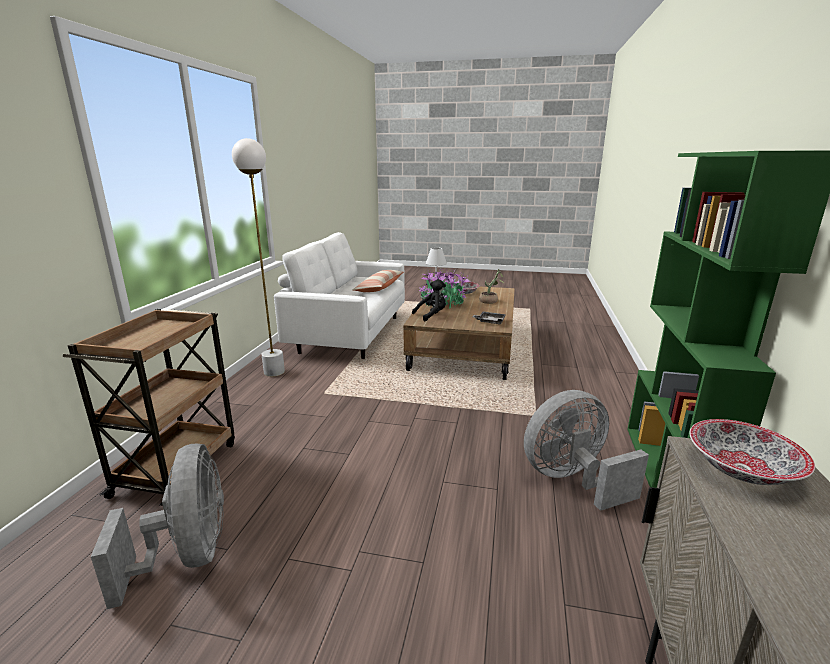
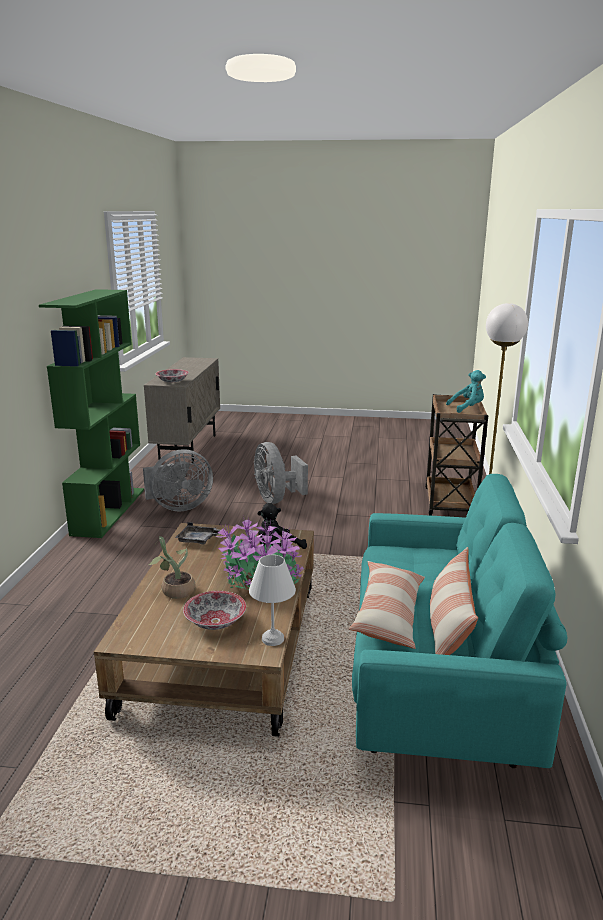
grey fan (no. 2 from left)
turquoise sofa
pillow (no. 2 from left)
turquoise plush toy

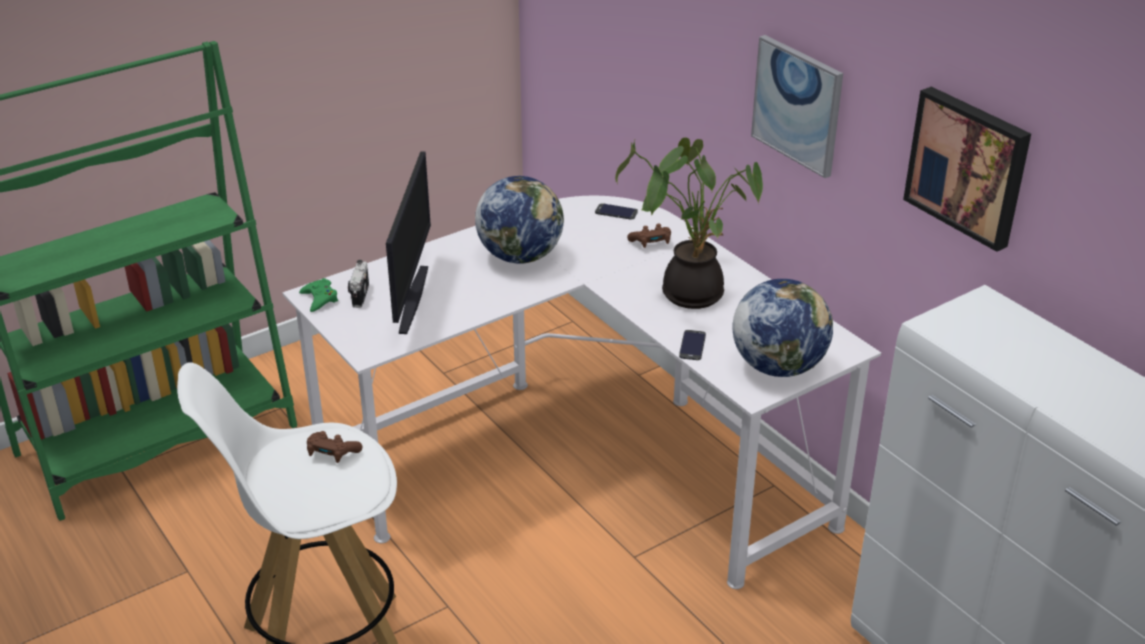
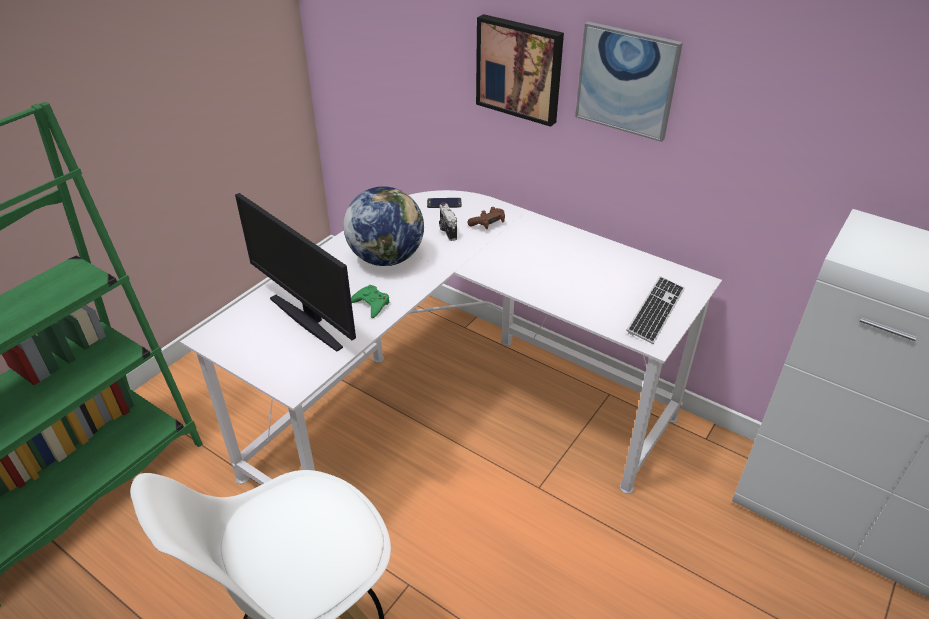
monitor
green game controller
photo camera
picture (no. 1 from left)
keyboard
brown game controller (no. 1 from left in the first image)
potted plant
phone (no. 2 from left in the first image)

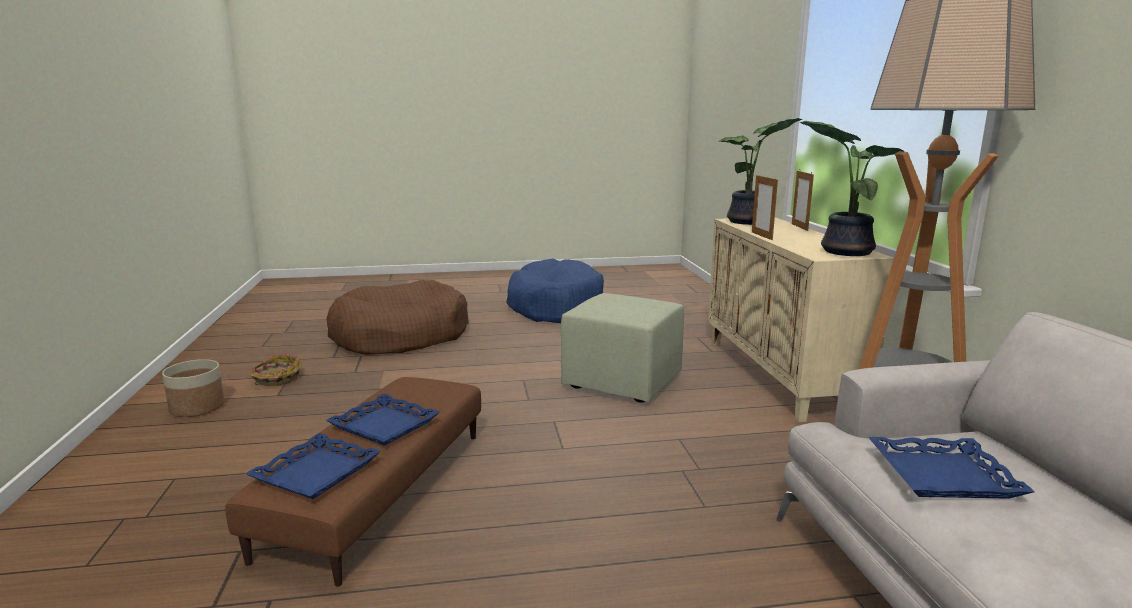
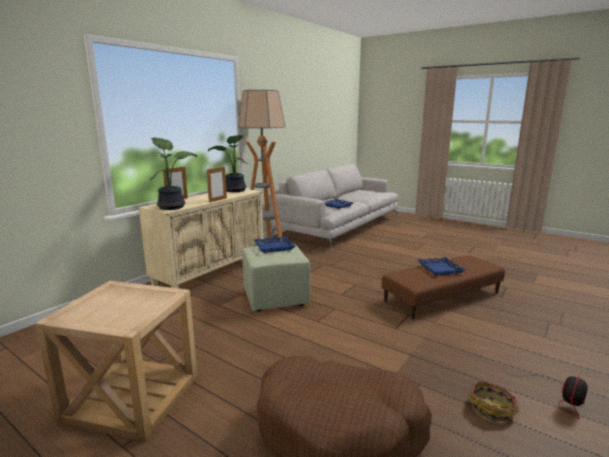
beige side table
blue tray (no. 1 from left)
fan

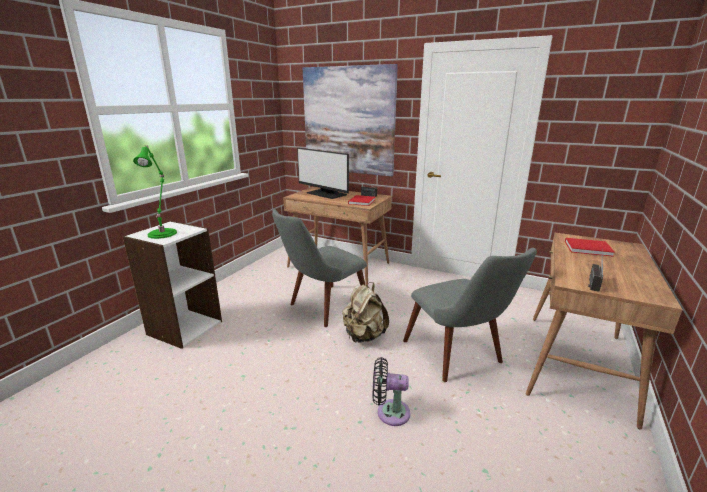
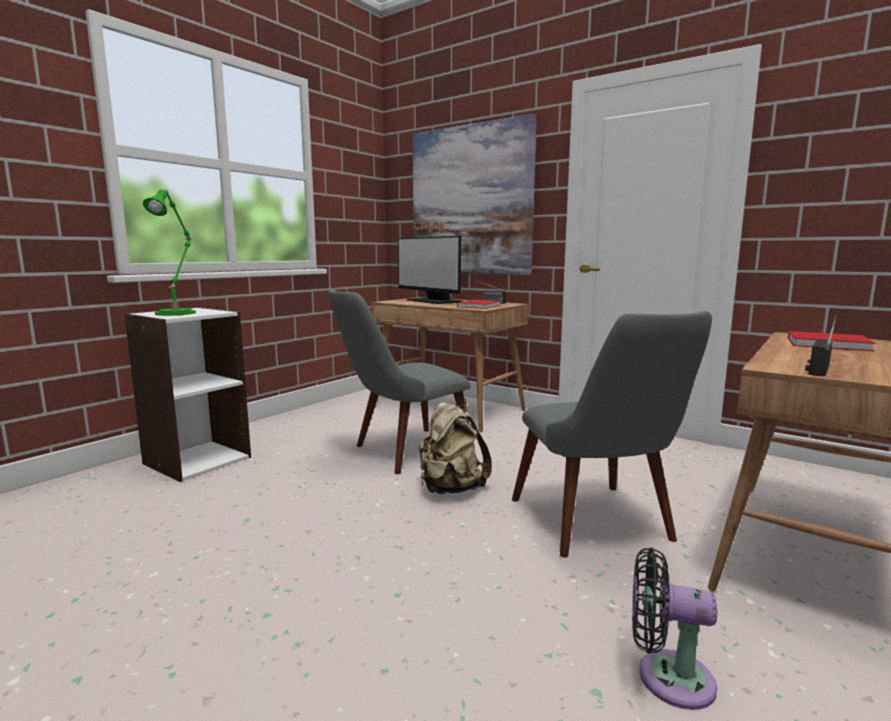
black fan

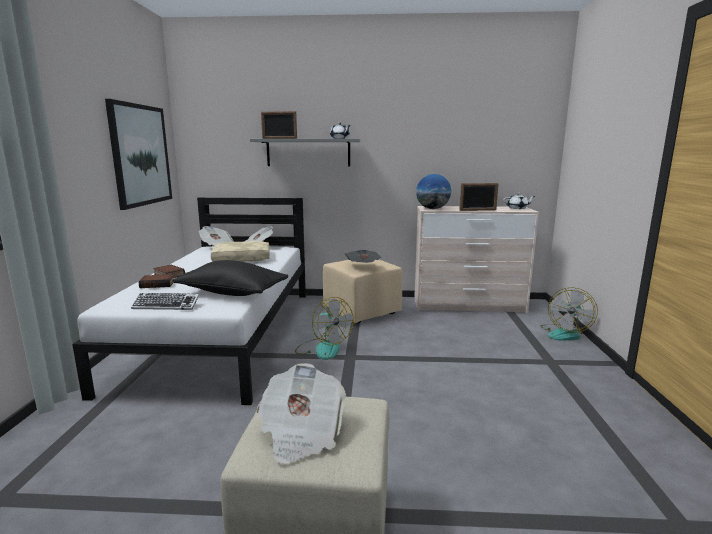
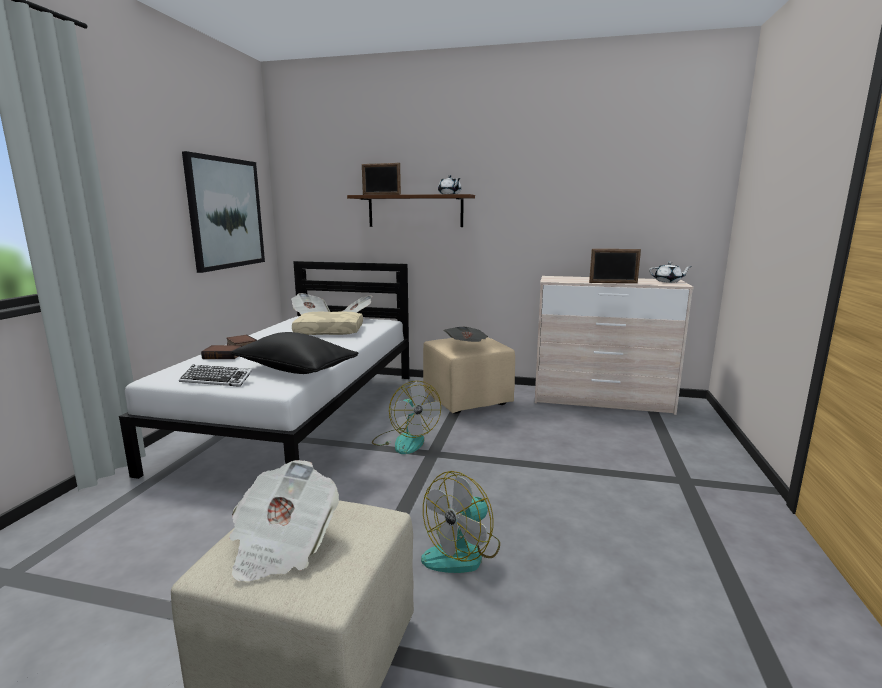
brown shelf
fan (no. 2 from left)
globe

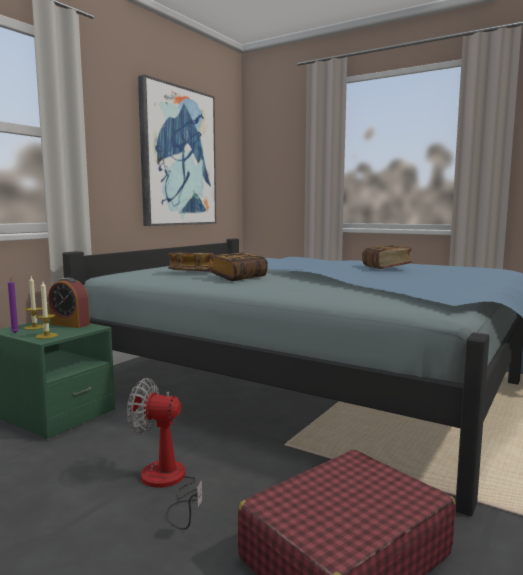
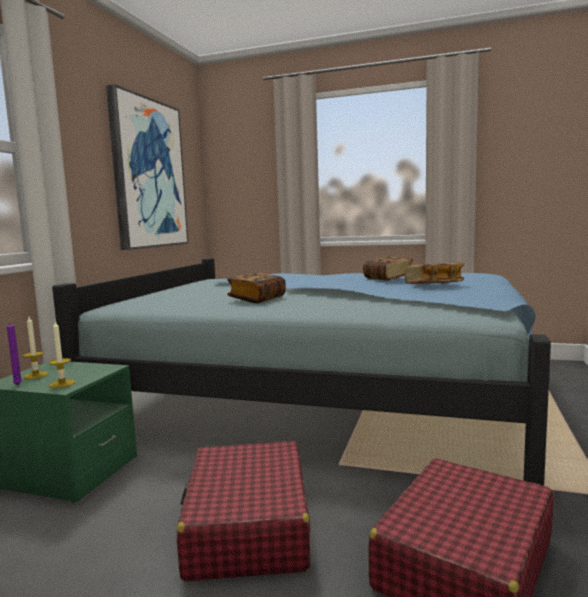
red suitcase (no. 1 from left)
book (no. 3 from left)
alarm clock

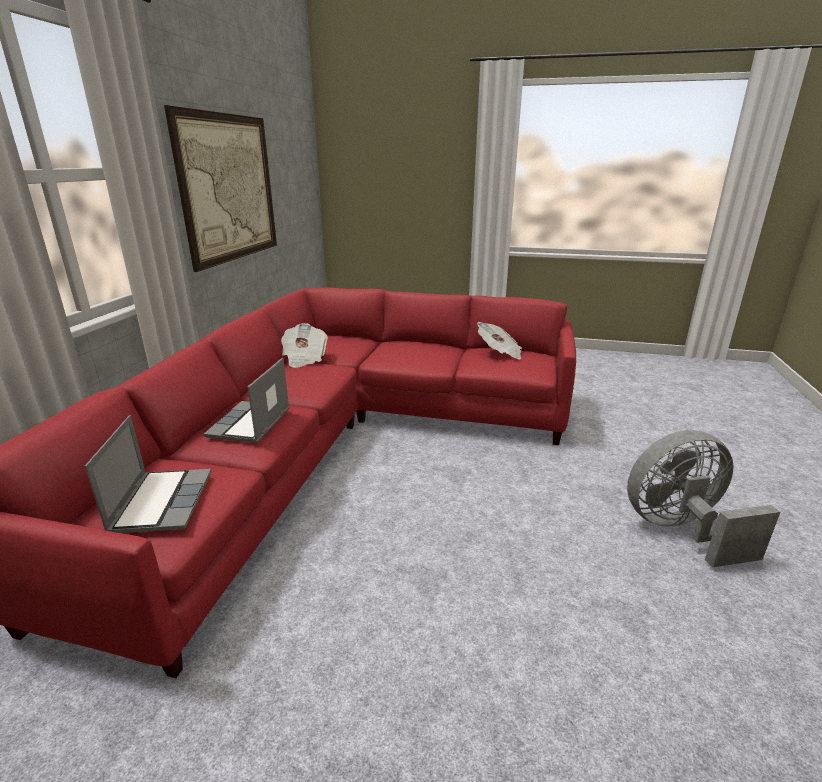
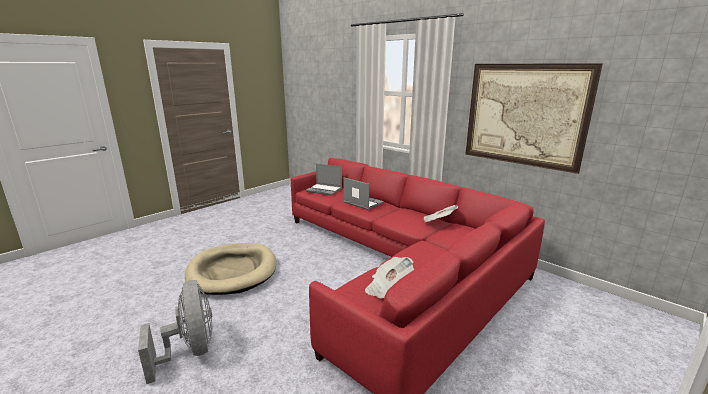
grey fan
beige dog bed

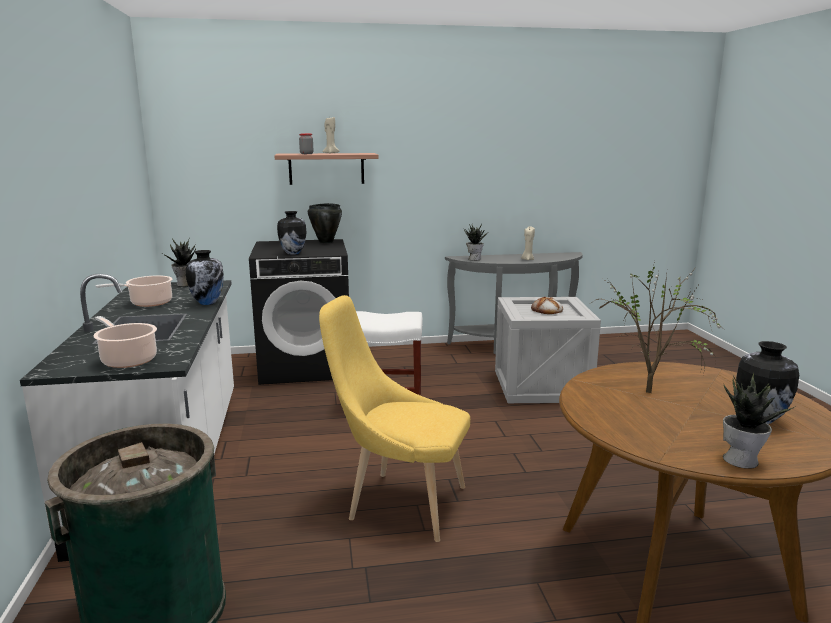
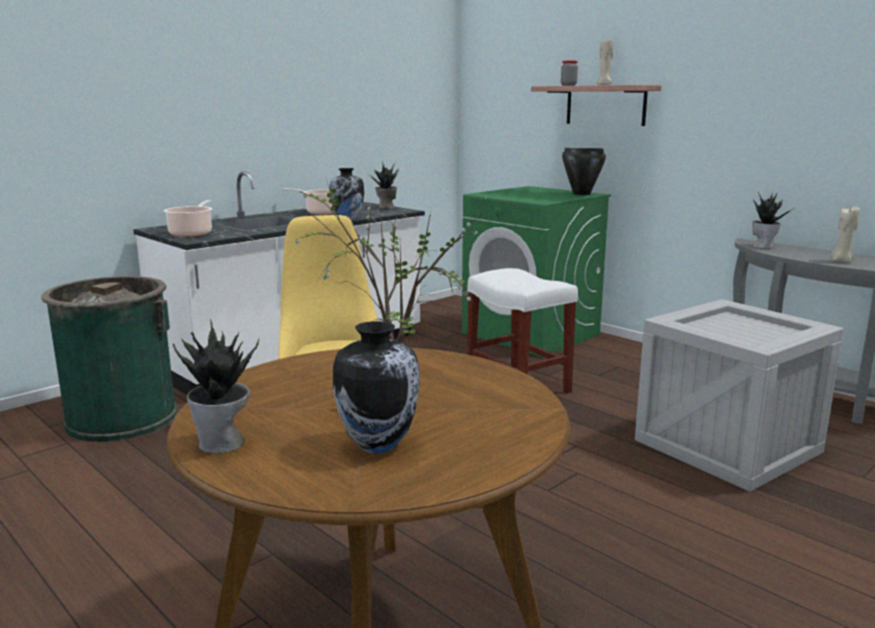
green washing machine
vase (no. 2 from left in the first image)
bread

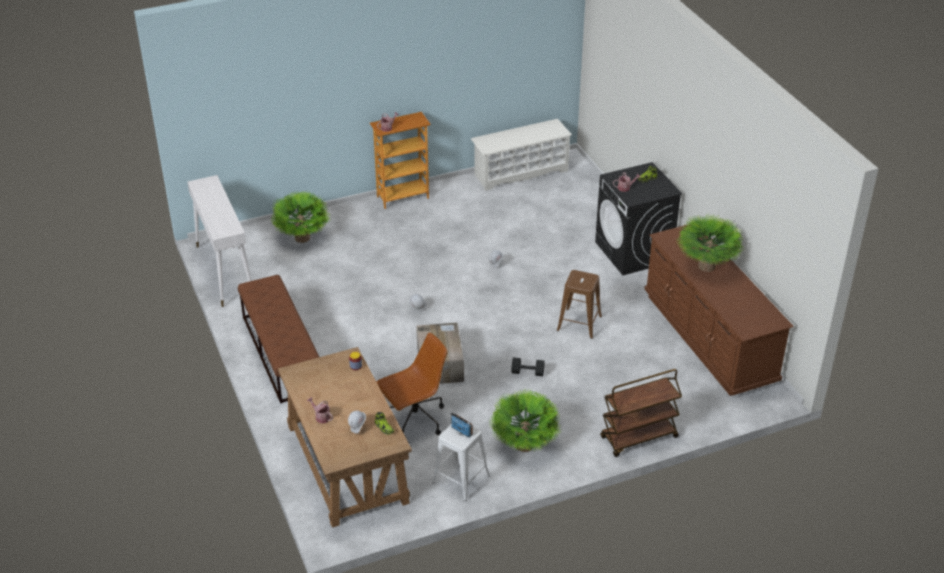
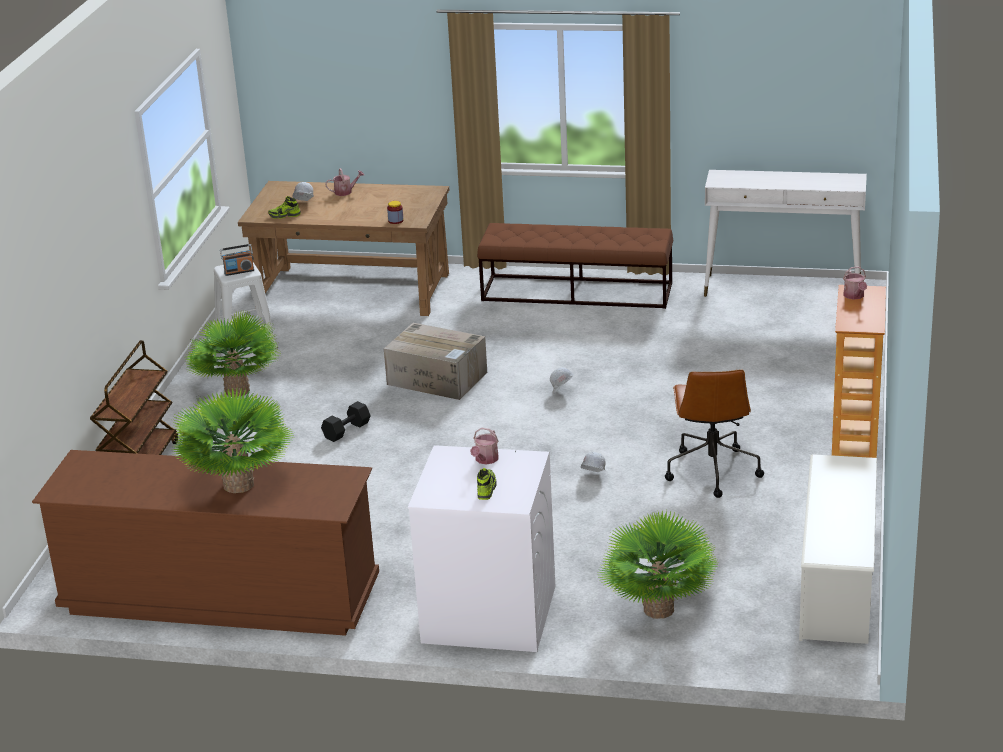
white washing machine
potted plant (no. 3 from left)
brown office chair
brown stool

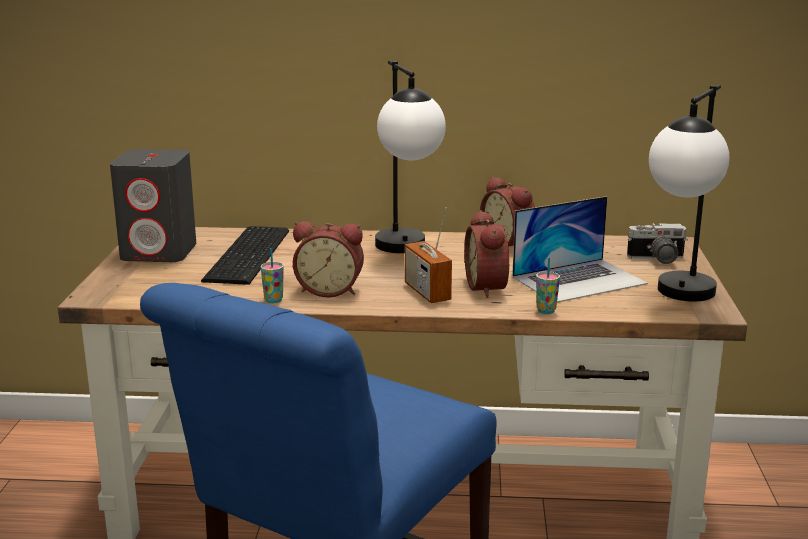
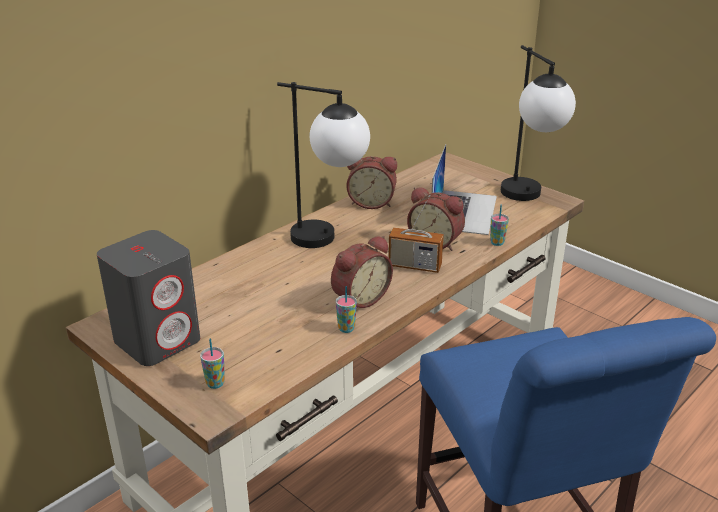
cup (no. 1 from left)
keyboard
photo camera

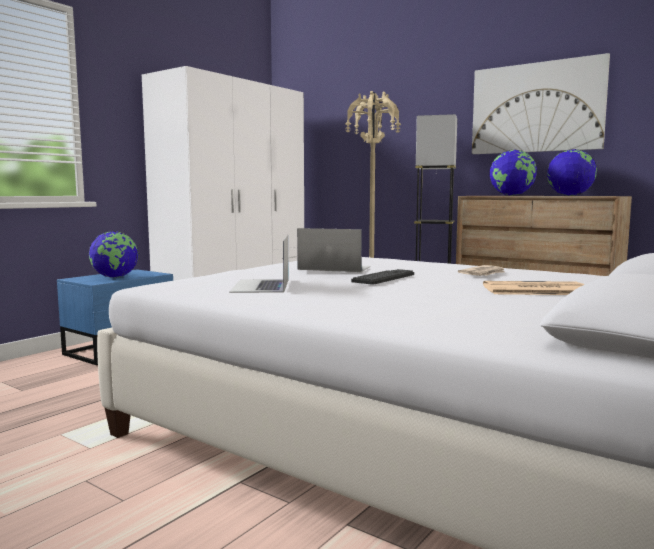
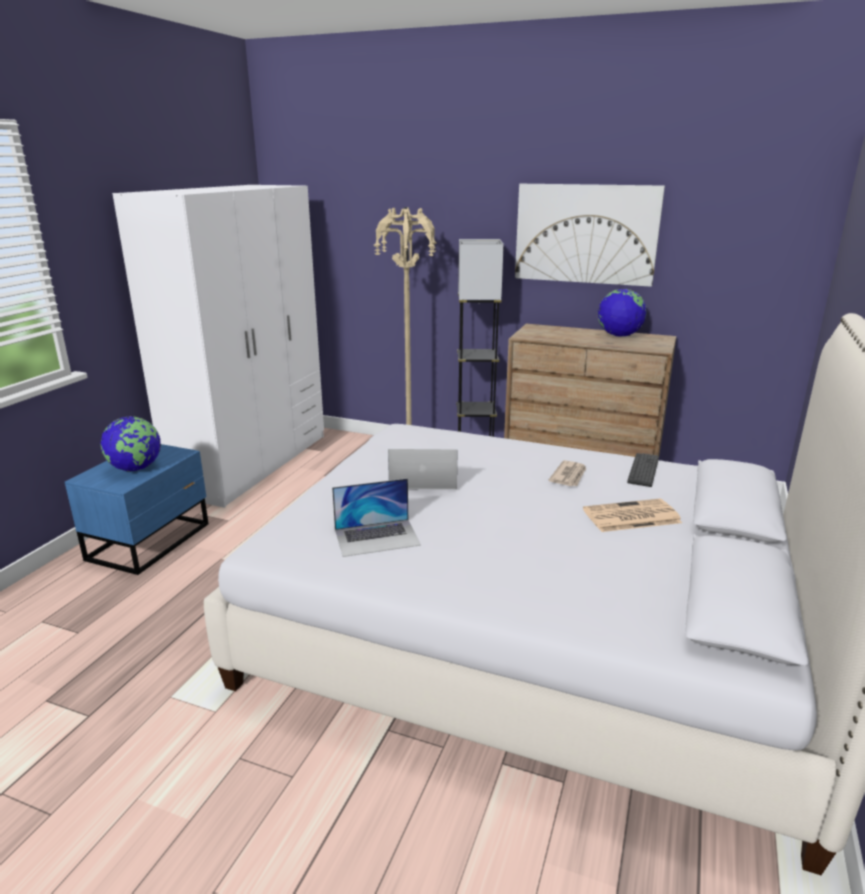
laptop (no. 1 from left)
keyboard
globe (no. 2 from left in the first image)

